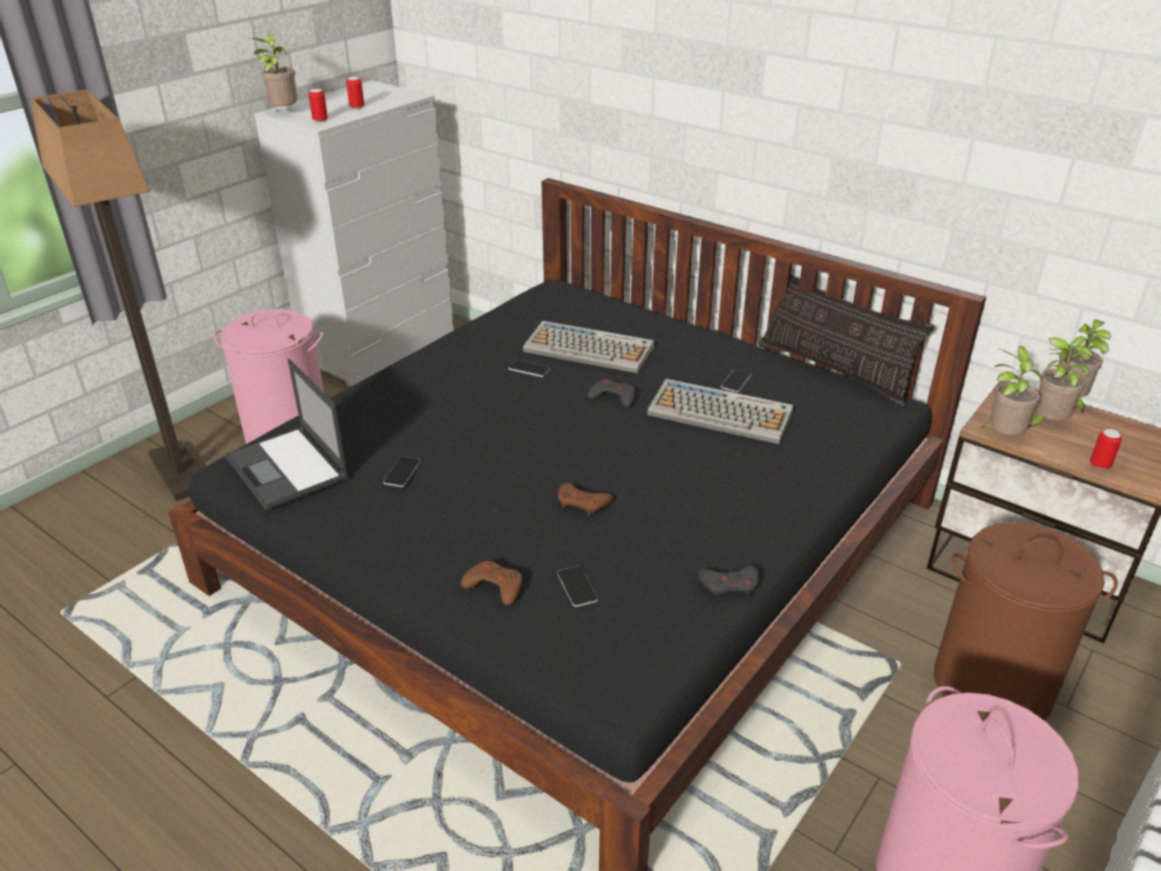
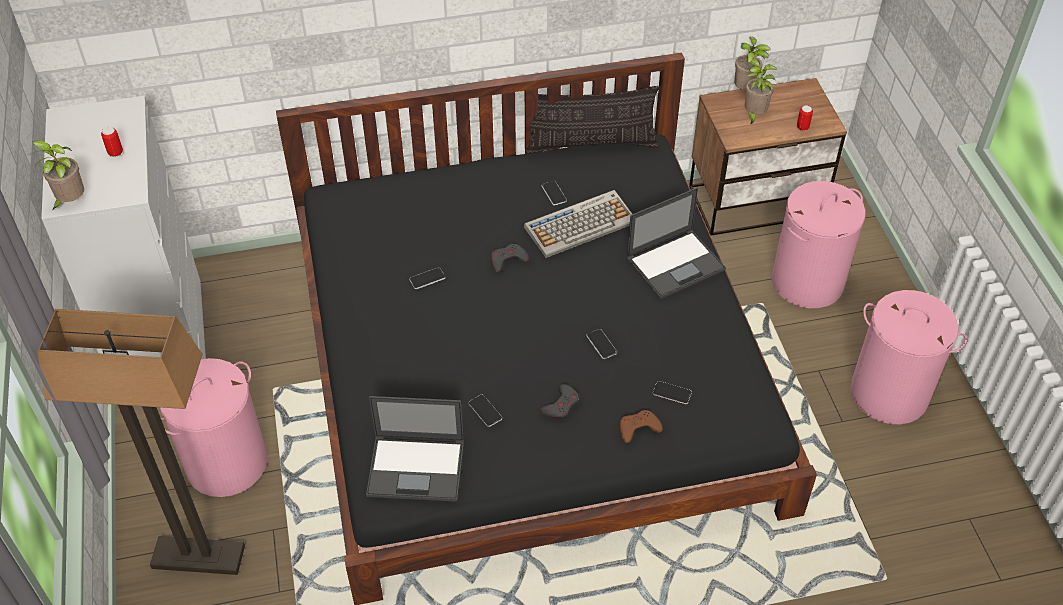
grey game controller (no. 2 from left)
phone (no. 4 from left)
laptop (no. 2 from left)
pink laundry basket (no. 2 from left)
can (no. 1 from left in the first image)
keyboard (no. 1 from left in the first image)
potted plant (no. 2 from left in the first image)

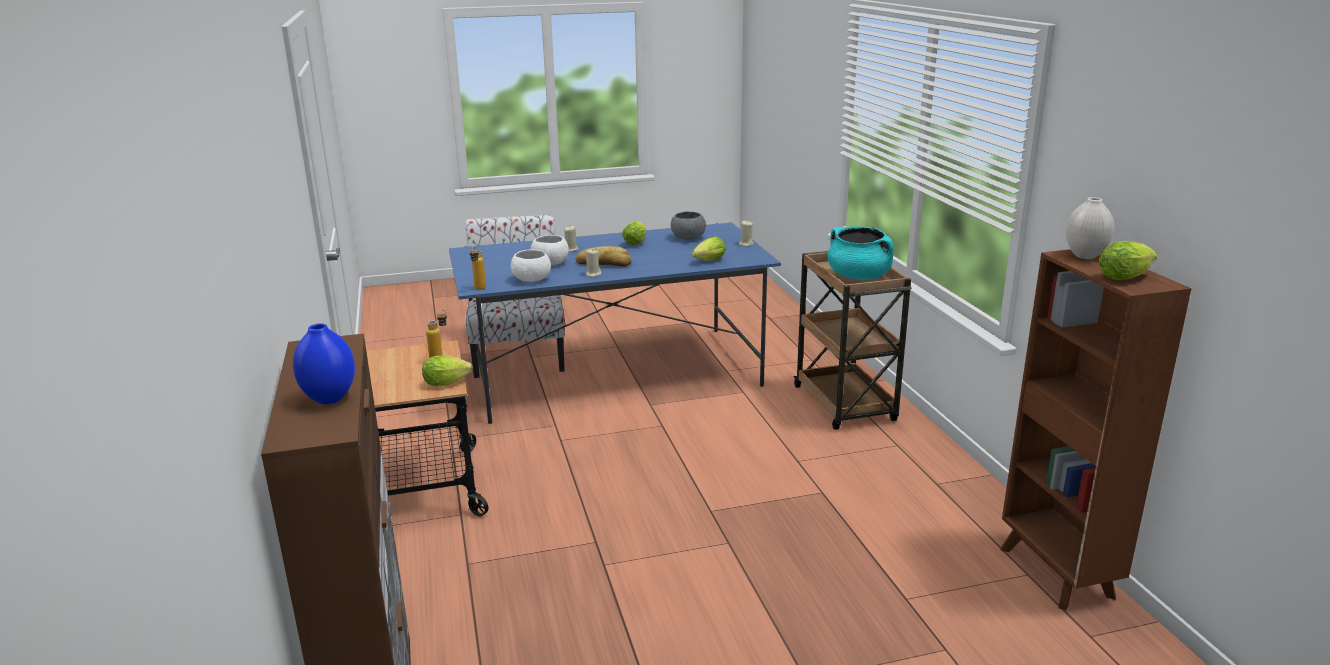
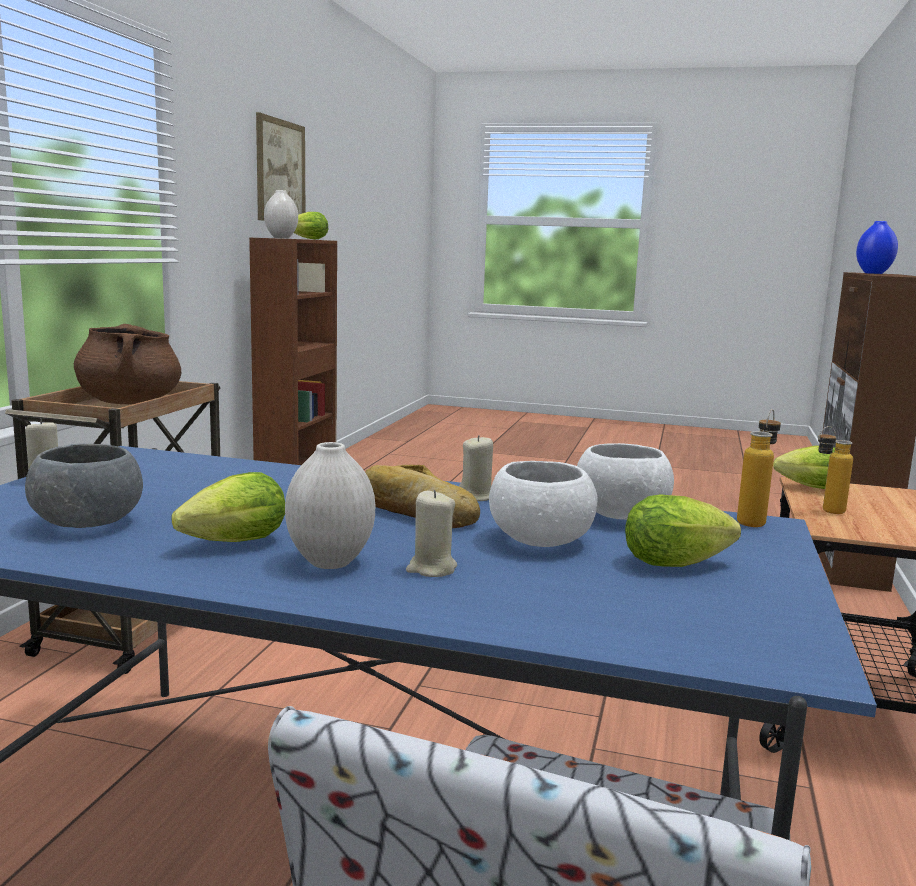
brown cooking pot
picture
white vase (no. 2 from left)
lettuce (no. 3 from left)

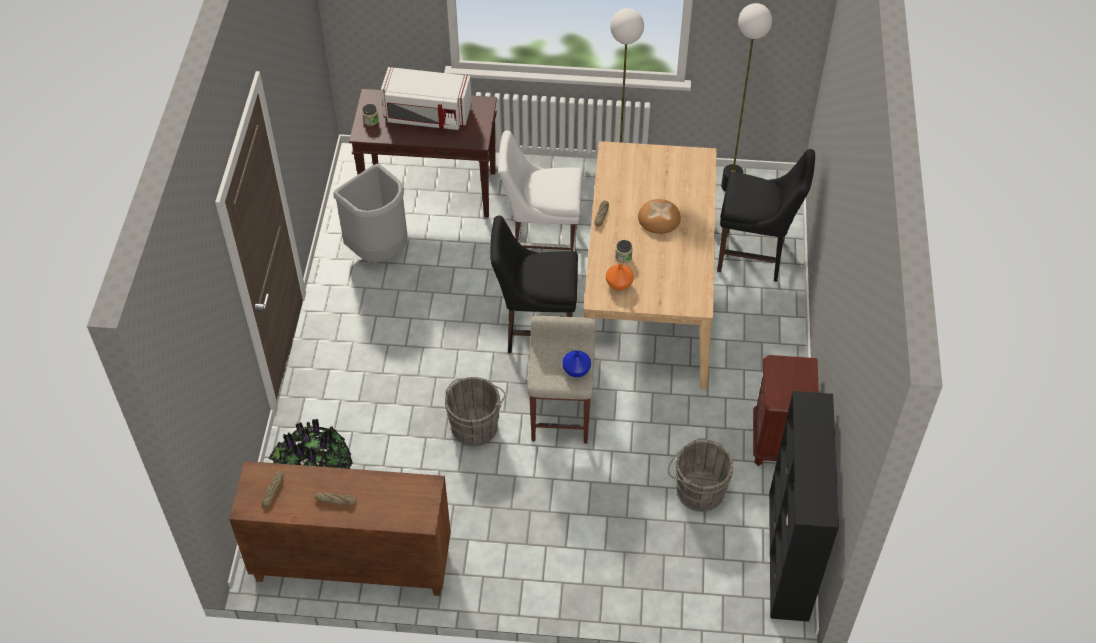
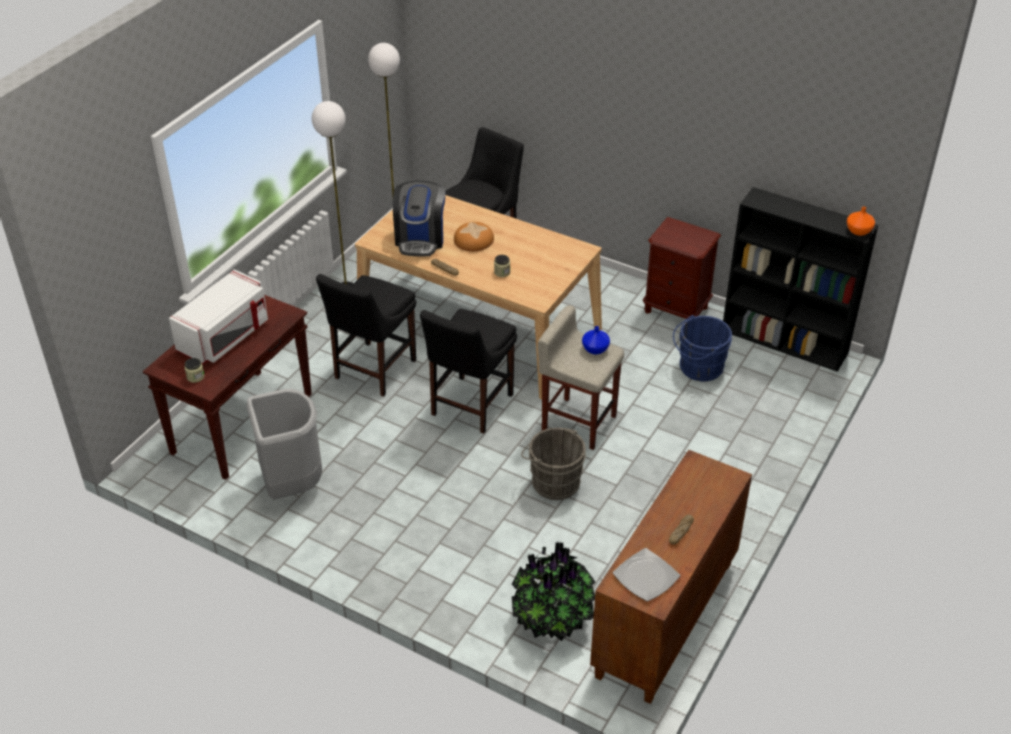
black chair (no. 1 from left)
coffee machine
plate
blue bucket
orange vase

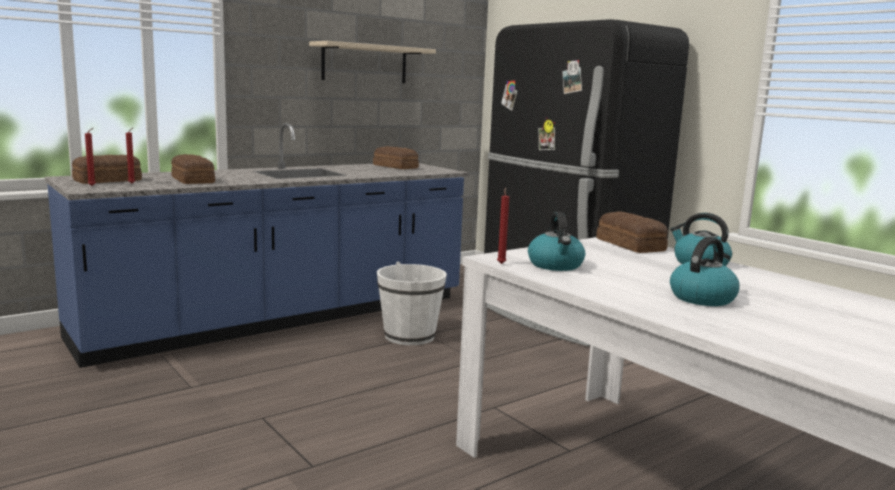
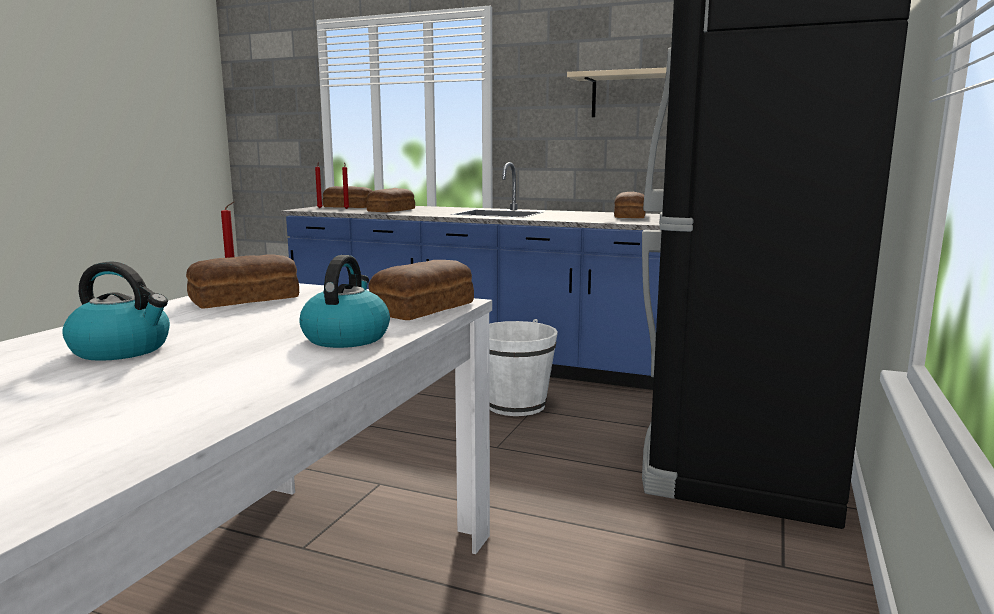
bread (no. 1 from left)

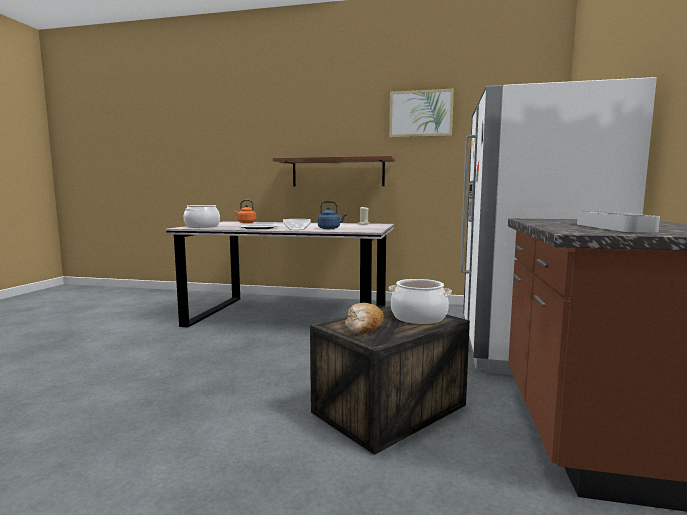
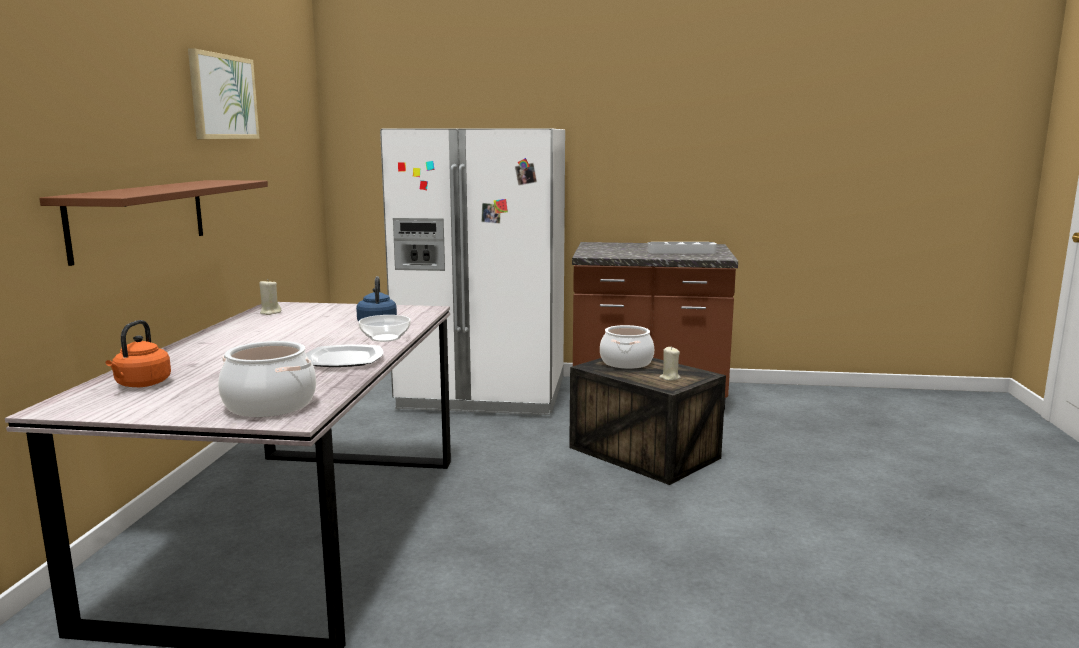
beige candle (no. 2 from left)

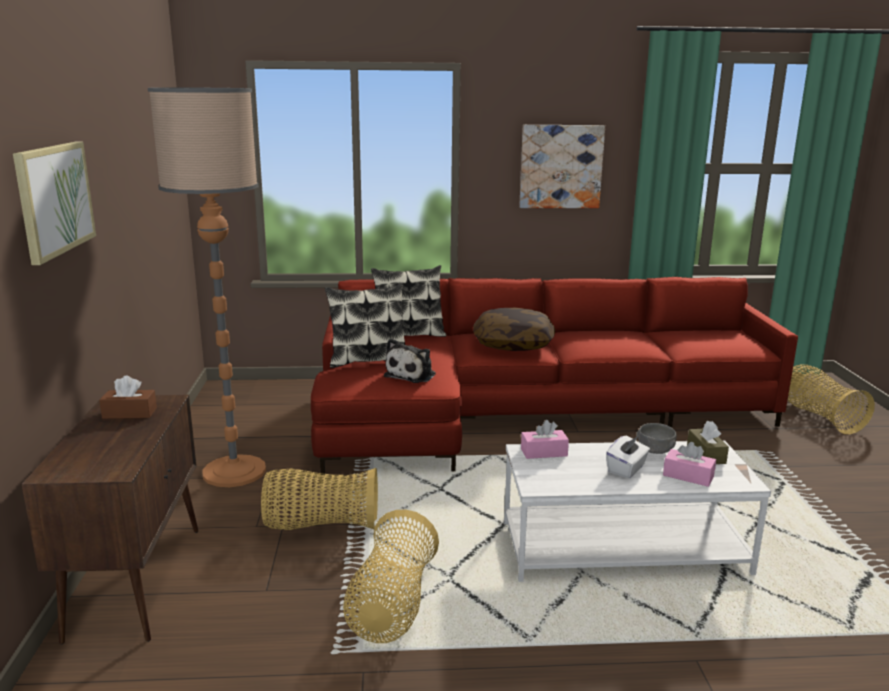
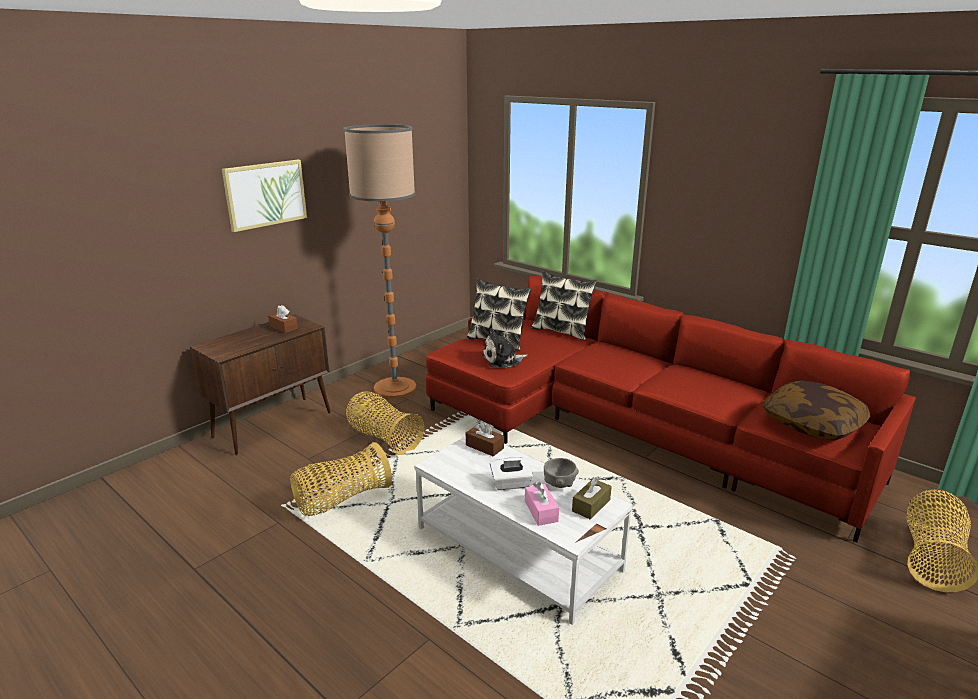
brown tissue box (no. 2 from left)
pillow (no. 3 from left)
picture (no. 2 from left in the first image)

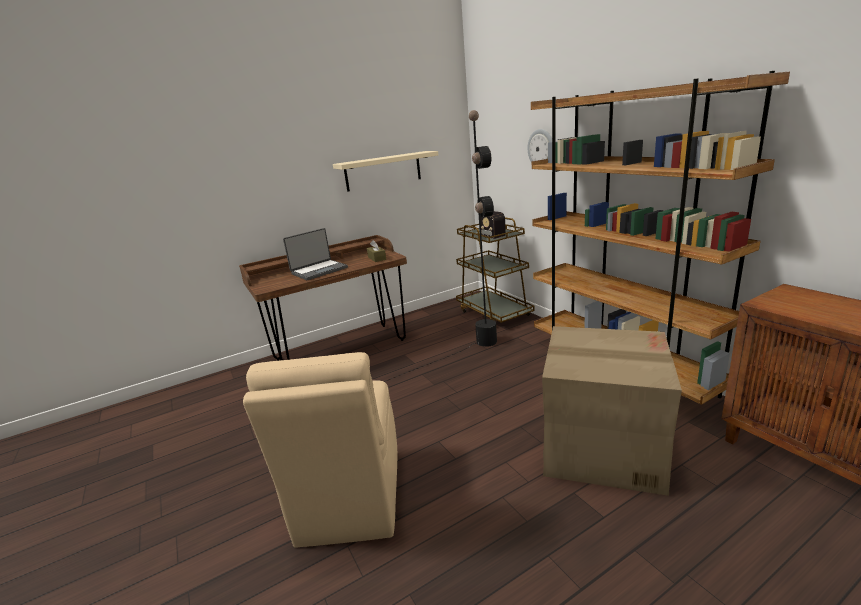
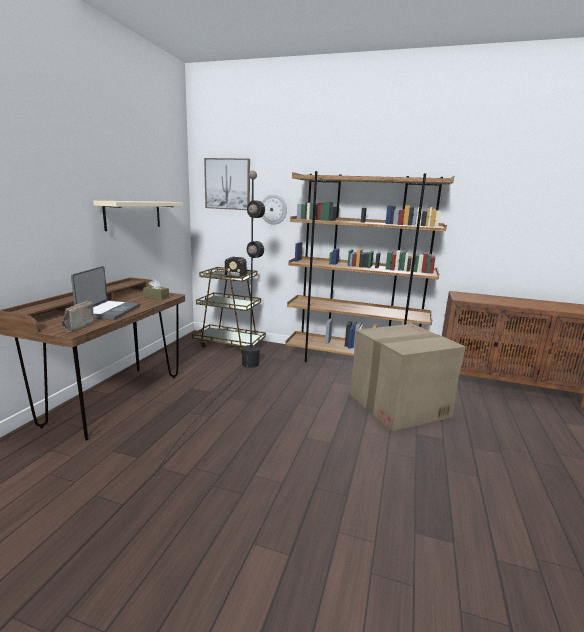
radio (no. 1 from left)
picture
beige chair

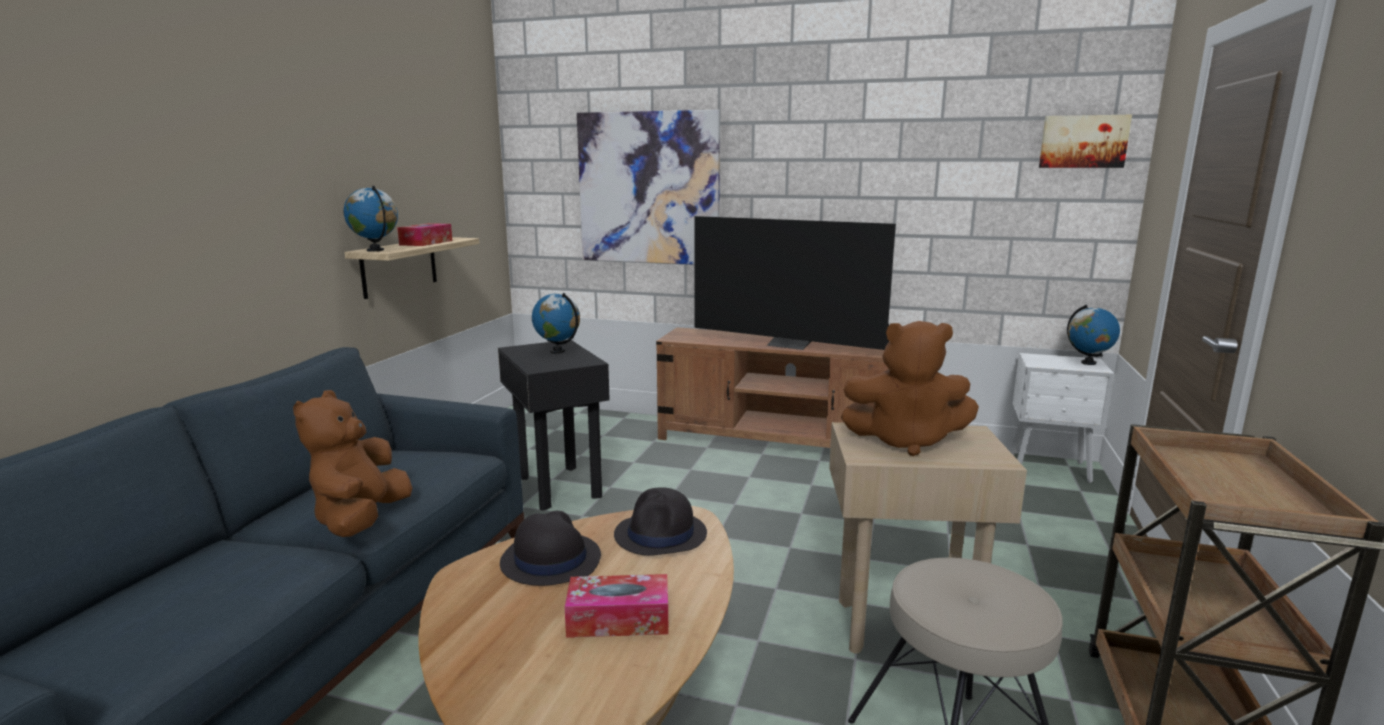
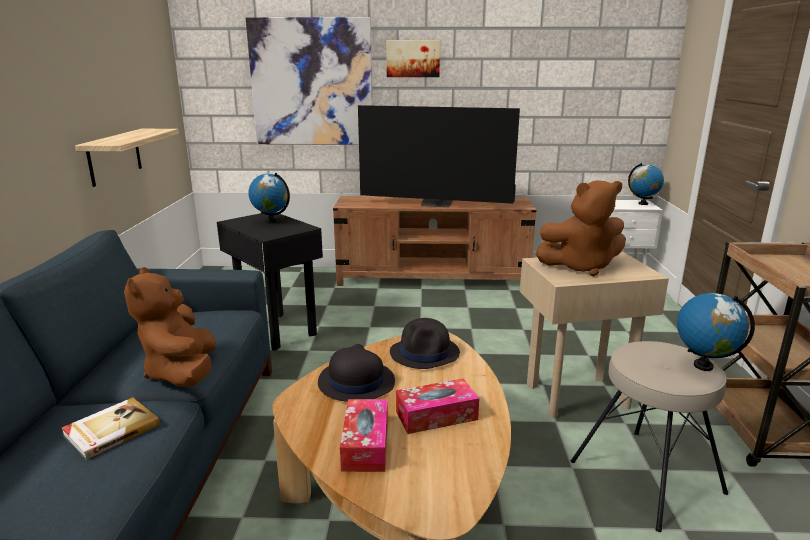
book
tissue box (no. 1 from left)
picture (no. 2 from left)
globe (no. 3 from left)

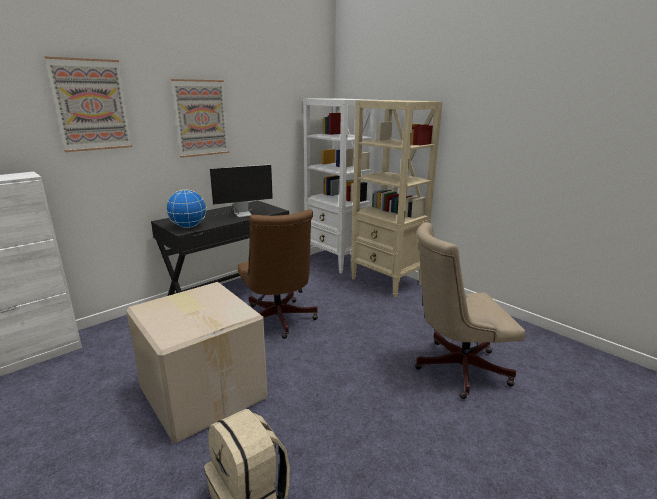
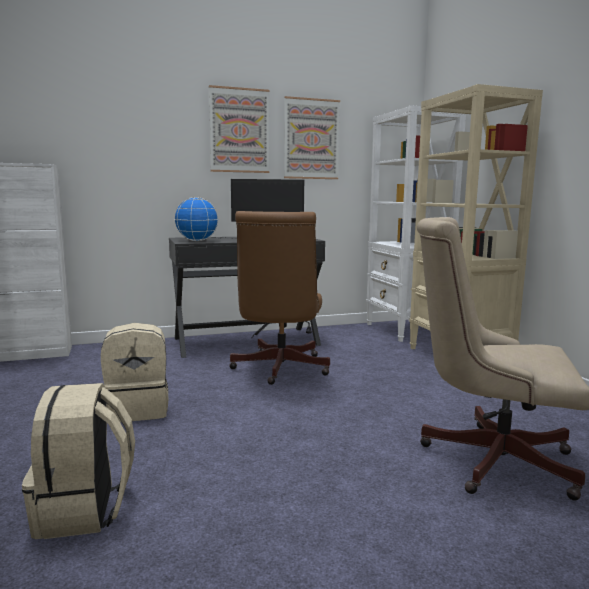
beige backpack (no. 2 from left)
picture (no. 2 from left)

